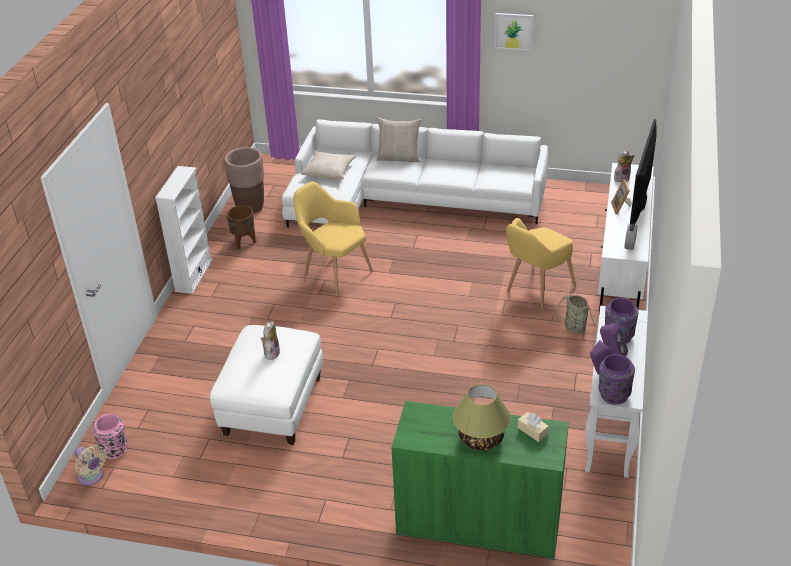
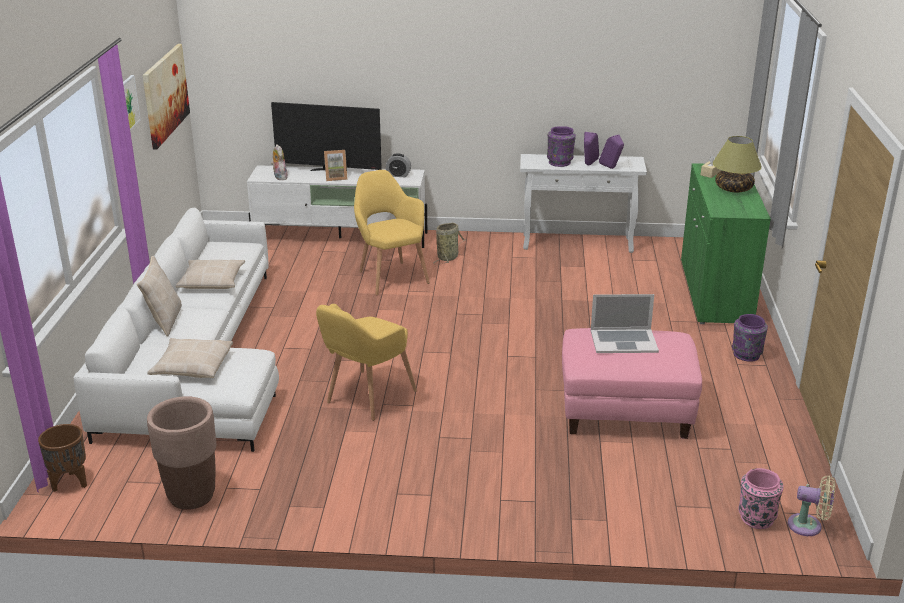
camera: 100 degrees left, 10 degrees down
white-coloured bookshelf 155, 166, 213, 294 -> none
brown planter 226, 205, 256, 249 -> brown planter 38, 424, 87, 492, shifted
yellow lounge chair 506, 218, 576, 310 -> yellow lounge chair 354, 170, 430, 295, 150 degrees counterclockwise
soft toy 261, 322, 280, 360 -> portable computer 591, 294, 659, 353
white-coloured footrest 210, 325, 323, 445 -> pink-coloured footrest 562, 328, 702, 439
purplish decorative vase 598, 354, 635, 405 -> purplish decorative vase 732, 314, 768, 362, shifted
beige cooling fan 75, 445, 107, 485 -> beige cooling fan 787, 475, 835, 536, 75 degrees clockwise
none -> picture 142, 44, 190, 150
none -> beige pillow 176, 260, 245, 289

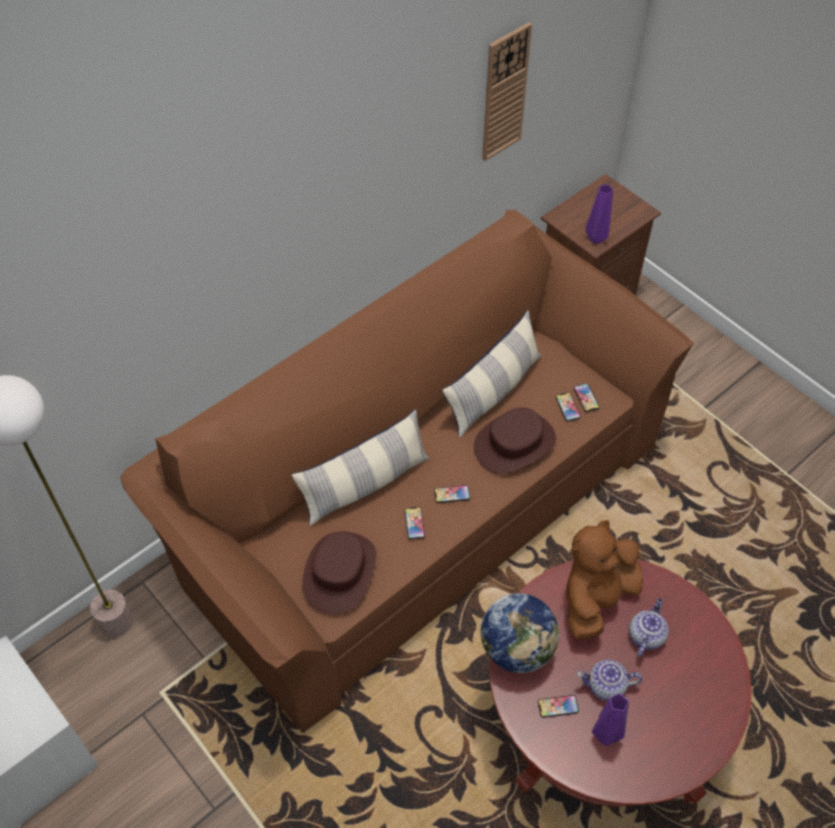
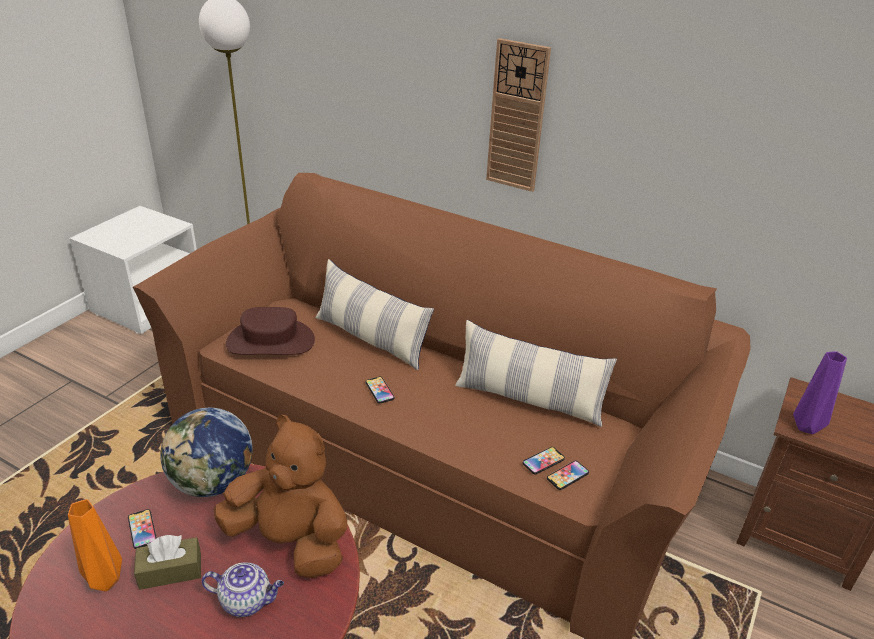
camera: 70 degrees right, 20 degrees down
hanging clock 482, 22, 532, 161 -> hanging clock 486, 38, 551, 192, shifted
brown hat 474, 407, 556, 474 -> none
handset 405, 507, 425, 540 -> none
tea pot 577, 660, 642, 701 -> brown tissue box 134, 535, 201, 590
purplish decorative vase 592, 693, 629, 746 -> orange-coloured decorative vase 68, 499, 122, 591

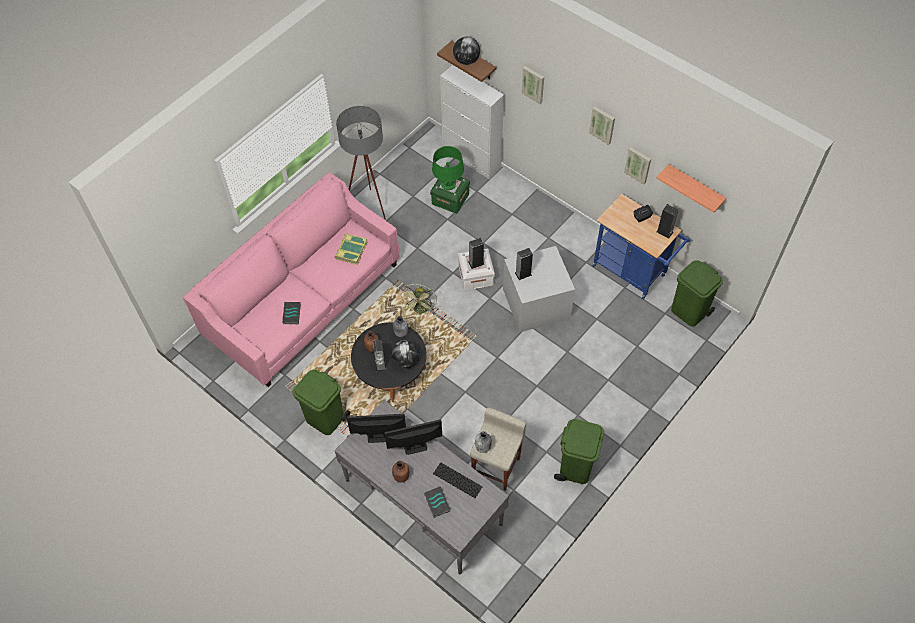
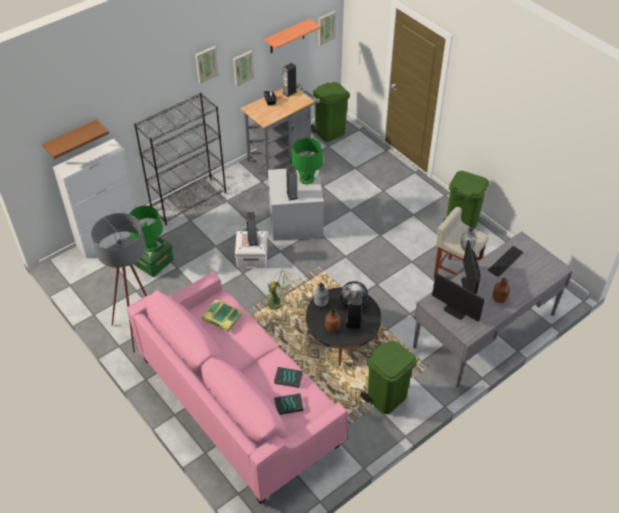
camera: 80 degrees left, 10 degrees down
world globe 453, 37, 480, 65 -> none
picture 521, 66, 544, 104 -> picture 318, 11, 336, 46, shifted
blue-coloured wheeled cart 593, 194, 690, 299 -> greyish wheeled cart 241, 84, 320, 178
computer screen 347, 414, 406, 443 -> computer screen 432, 273, 485, 322, 60 degrees counterclockwise
book 424, 486, 451, 518 -> book 274, 393, 303, 415, shifted
none -> blackish bookshelf 134, 93, 226, 225
none -> green-coloured table lamp 291, 138, 323, 185

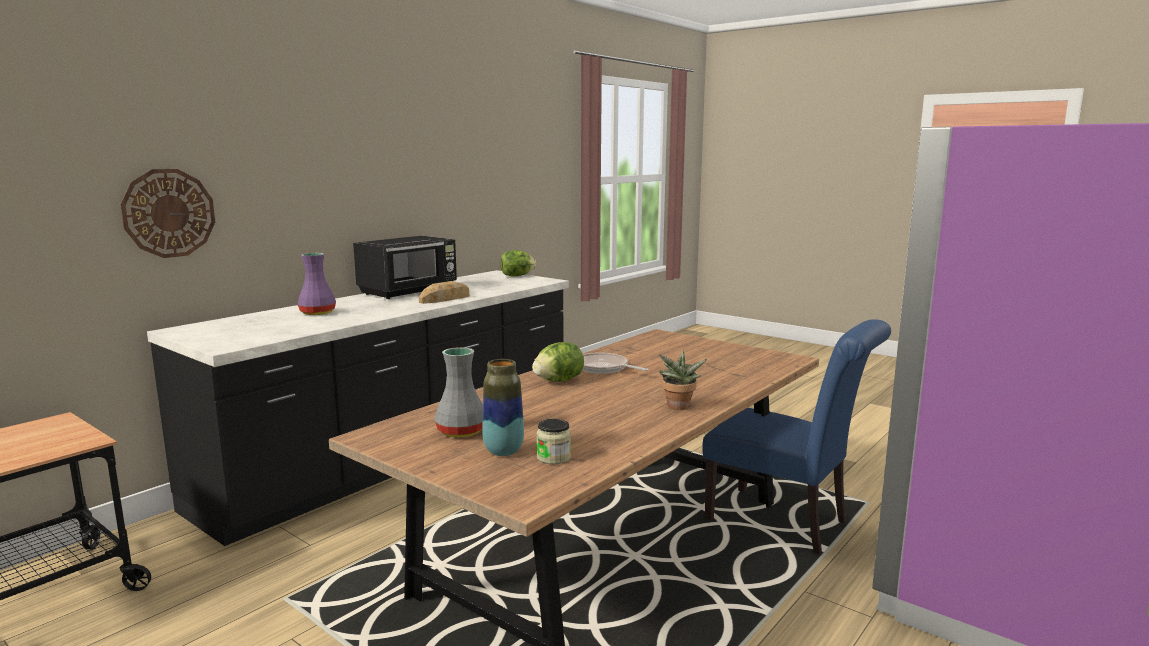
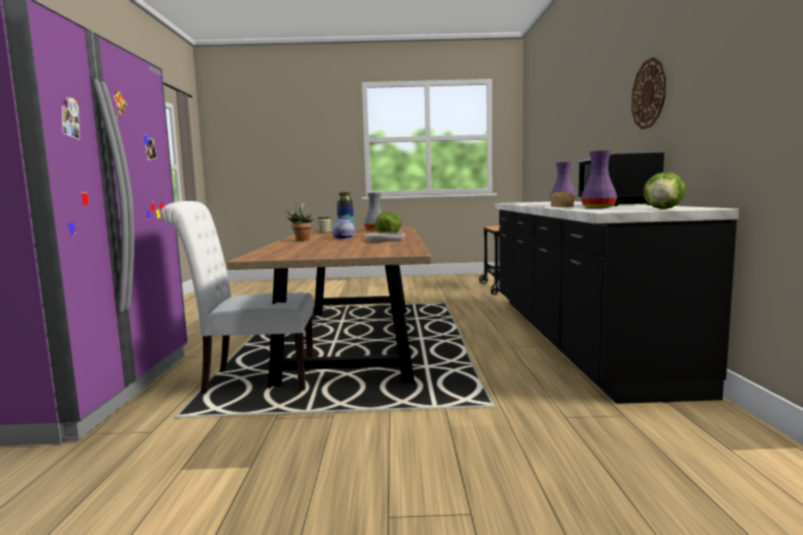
camera: 140 degrees right, 5 degrees down
hanging clock 120, 169, 215, 258 -> hanging clock 631, 57, 666, 129, shifted
blue-coloured chair 702, 319, 891, 554 -> white-coloured chair 161, 201, 314, 394
none -> purplish decorative vase 581, 150, 617, 208
none -> tea pot 332, 216, 355, 239

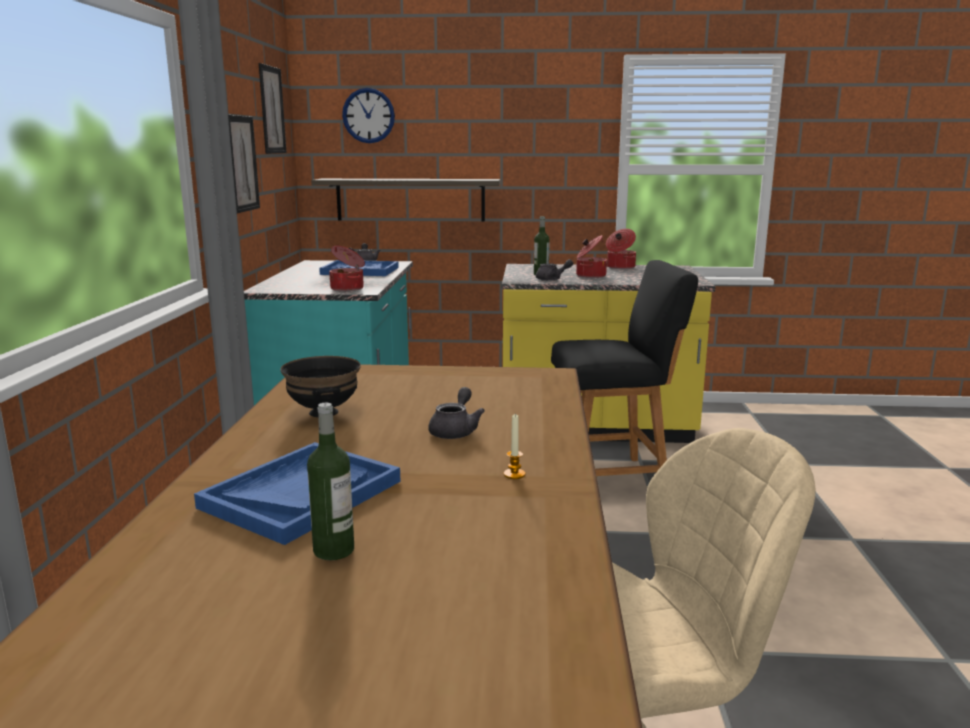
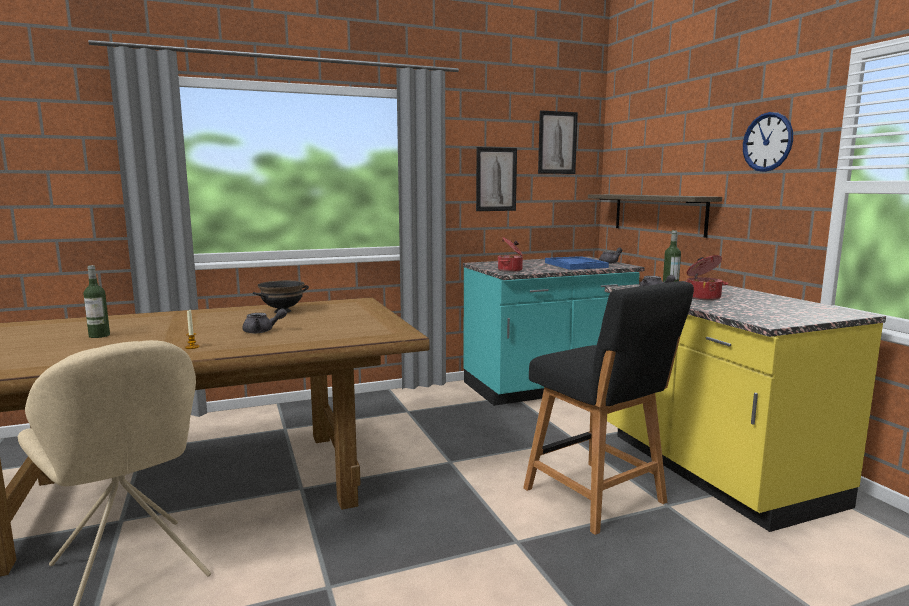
camera: 65 degrees right, 5 degrees down
hanging clock 342, 88, 395, 143 -> hanging clock 743, 112, 793, 172, shifted
saucepot 606, 229, 636, 269 -> none
blue-coloured tray 194, 442, 400, 545 -> none

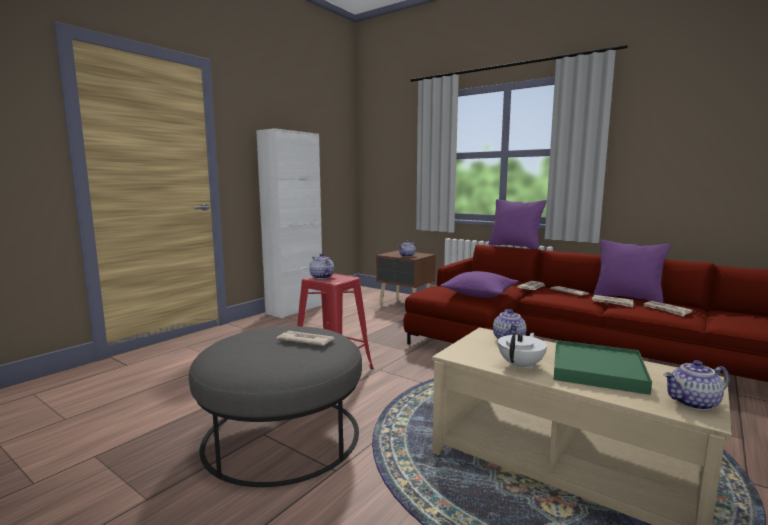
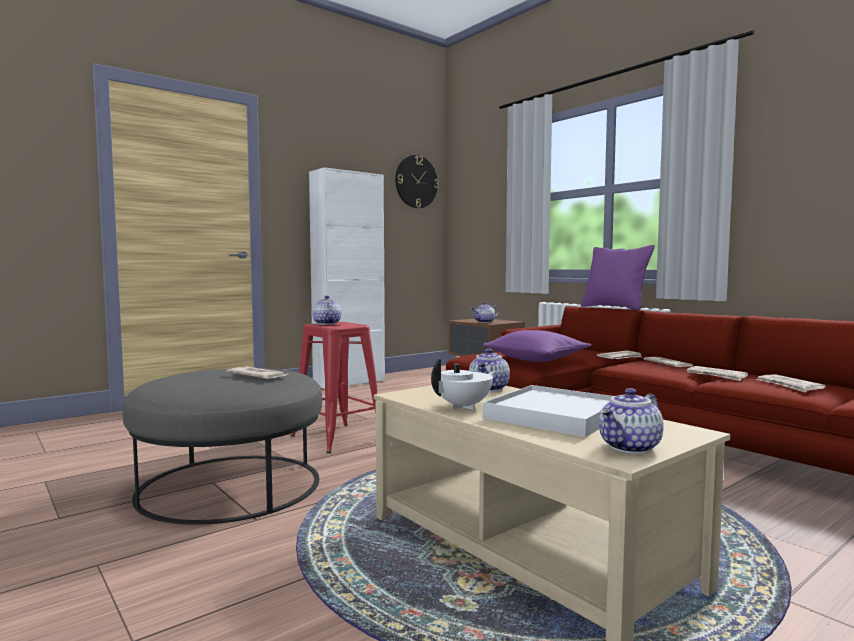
camera: 15 degrees right, 5 degrees down
purplish pillow 594, 240, 671, 303 -> none
green-coloured tray 553, 340, 652, 395 -> white-coloured tray 483, 385, 613, 437
tea pot 663, 360, 730, 411 -> tea pot 599, 388, 664, 454, 45 degrees counterclockwise
none -> hanging clock 395, 155, 439, 208

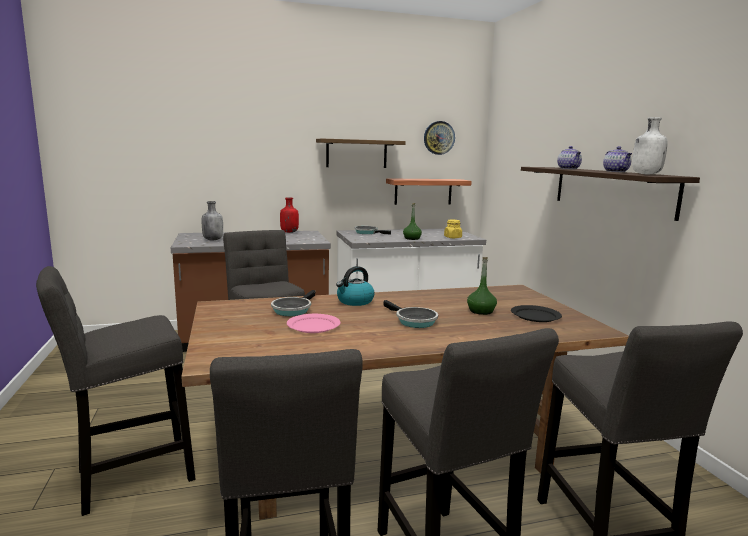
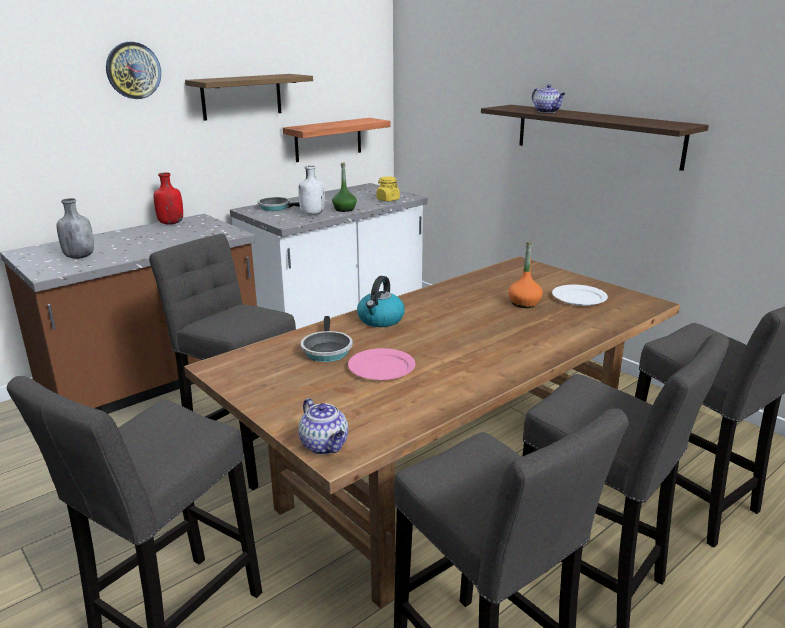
camera: 25 degrees left, 10 degrees up
white-coloured bottle 632, 117, 668, 174 -> white-coloured bottle 298, 165, 325, 215, shifted
hanging clock 424, 121, 455, 155 -> hanging clock 106, 42, 161, 99, shifted
tea pot 603, 146, 632, 172 -> tea pot 298, 398, 348, 455, shifted
green-coloured bottle 467, 257, 497, 315 -> orange-coloured bottle 508, 242, 543, 308
pan 383, 300, 438, 328 -> none
blackish dinner plate 511, 305, 562, 322 -> white-coloured dinner plate 552, 285, 608, 306

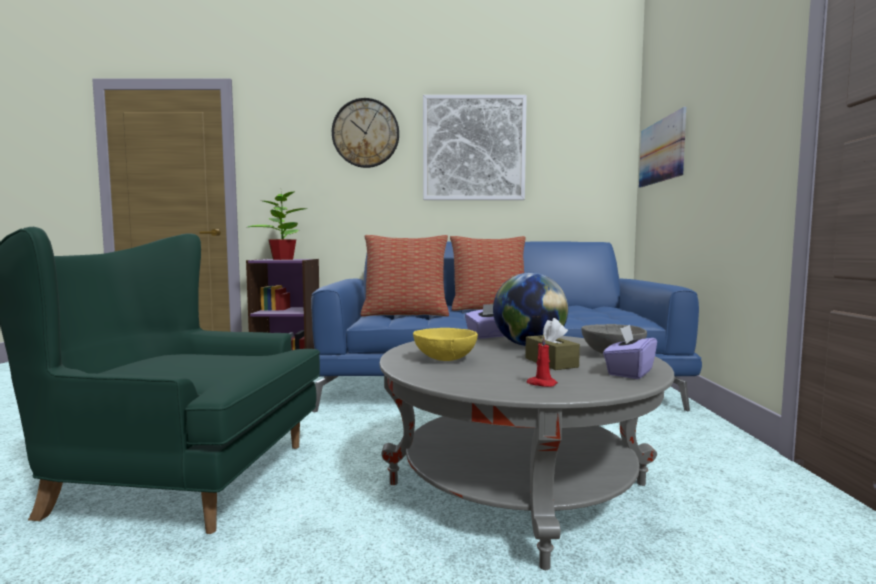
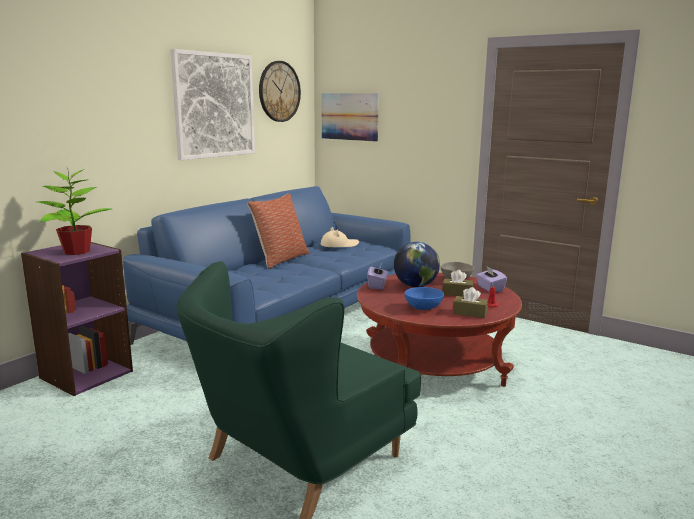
camera: 55 degrees left, 10 degrees up
hanging clock 332, 98, 399, 168 -> hanging clock 259, 61, 301, 122, shifted
pillow 361, 235, 449, 317 -> none
yellow bowl 413, 328, 478, 361 -> blue-coloured bowl 404, 287, 444, 310
greyish low table 379, 336, 674, 570 -> red low table 357, 273, 522, 387
none -> beige hat 321, 227, 359, 247
none -> brown tissue box 453, 287, 488, 318

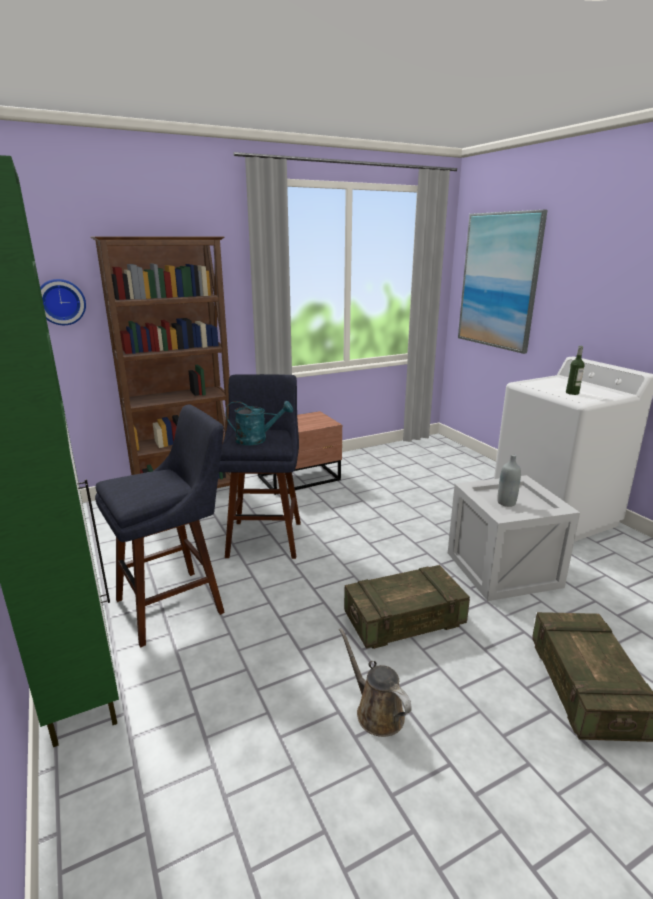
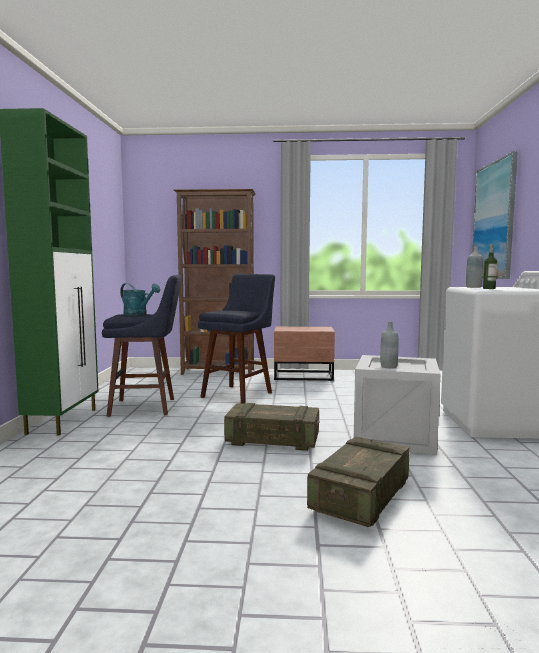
camera: 30 degrees right, 15 degrees down
hanging clock 40, 279, 86, 325 -> none
turquoise watering pot 226, 401, 293, 445 -> turquoise watering pot 120, 283, 160, 316, shifted
brown watering pot 339, 628, 412, 737 -> none
none -> greyish bottle 466, 246, 483, 288

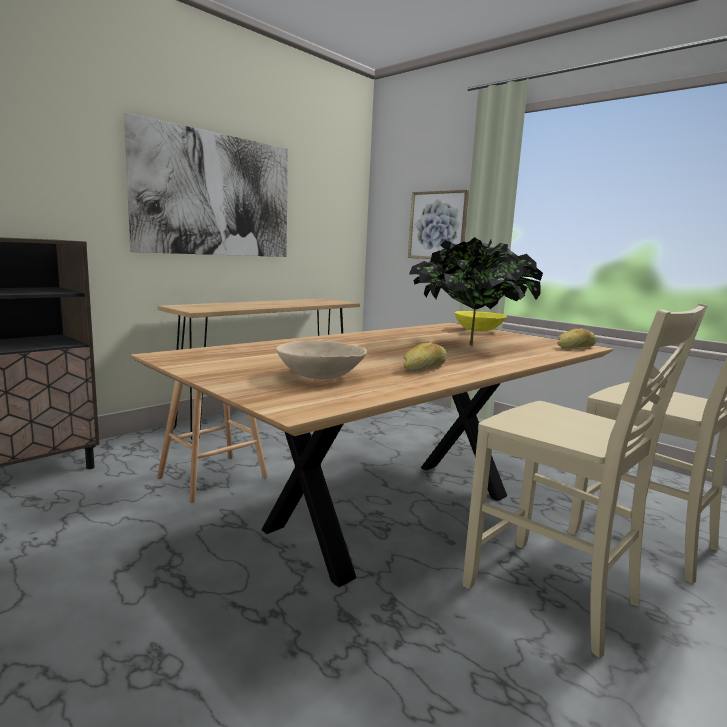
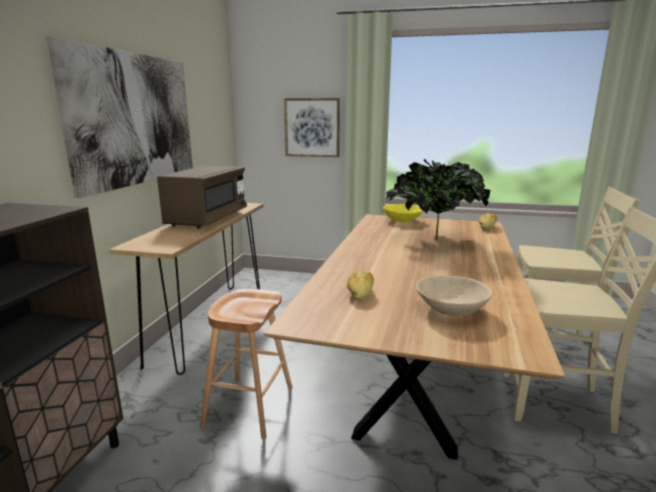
camera: 30 degrees left, 5 degrees up
bakery bread 403, 342, 447, 372 -> bakery bread 347, 269, 374, 301, shifted
none -> brown microwave 157, 166, 247, 228

